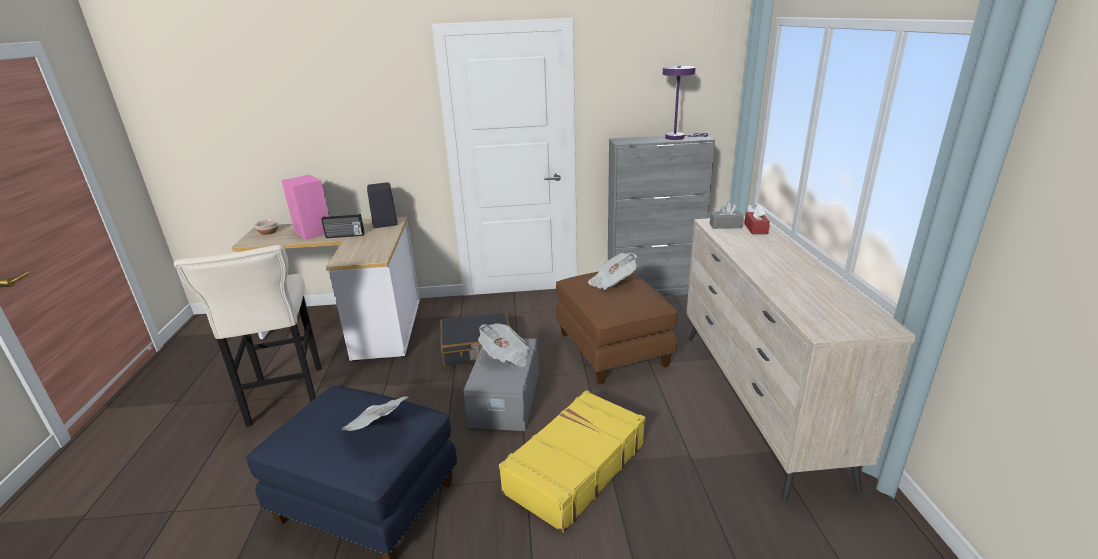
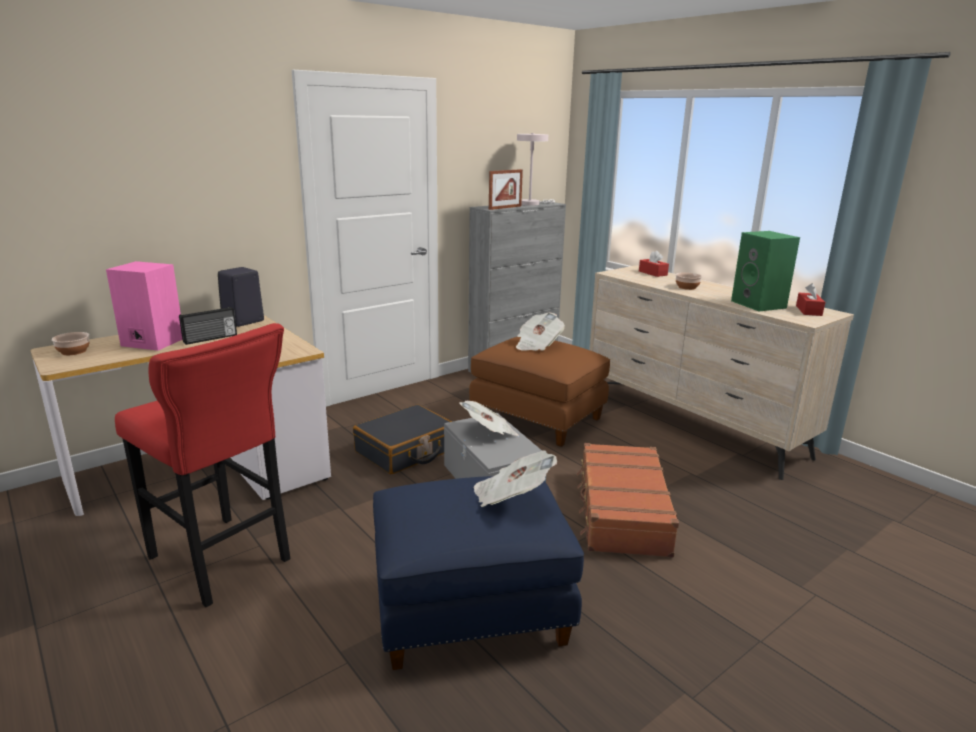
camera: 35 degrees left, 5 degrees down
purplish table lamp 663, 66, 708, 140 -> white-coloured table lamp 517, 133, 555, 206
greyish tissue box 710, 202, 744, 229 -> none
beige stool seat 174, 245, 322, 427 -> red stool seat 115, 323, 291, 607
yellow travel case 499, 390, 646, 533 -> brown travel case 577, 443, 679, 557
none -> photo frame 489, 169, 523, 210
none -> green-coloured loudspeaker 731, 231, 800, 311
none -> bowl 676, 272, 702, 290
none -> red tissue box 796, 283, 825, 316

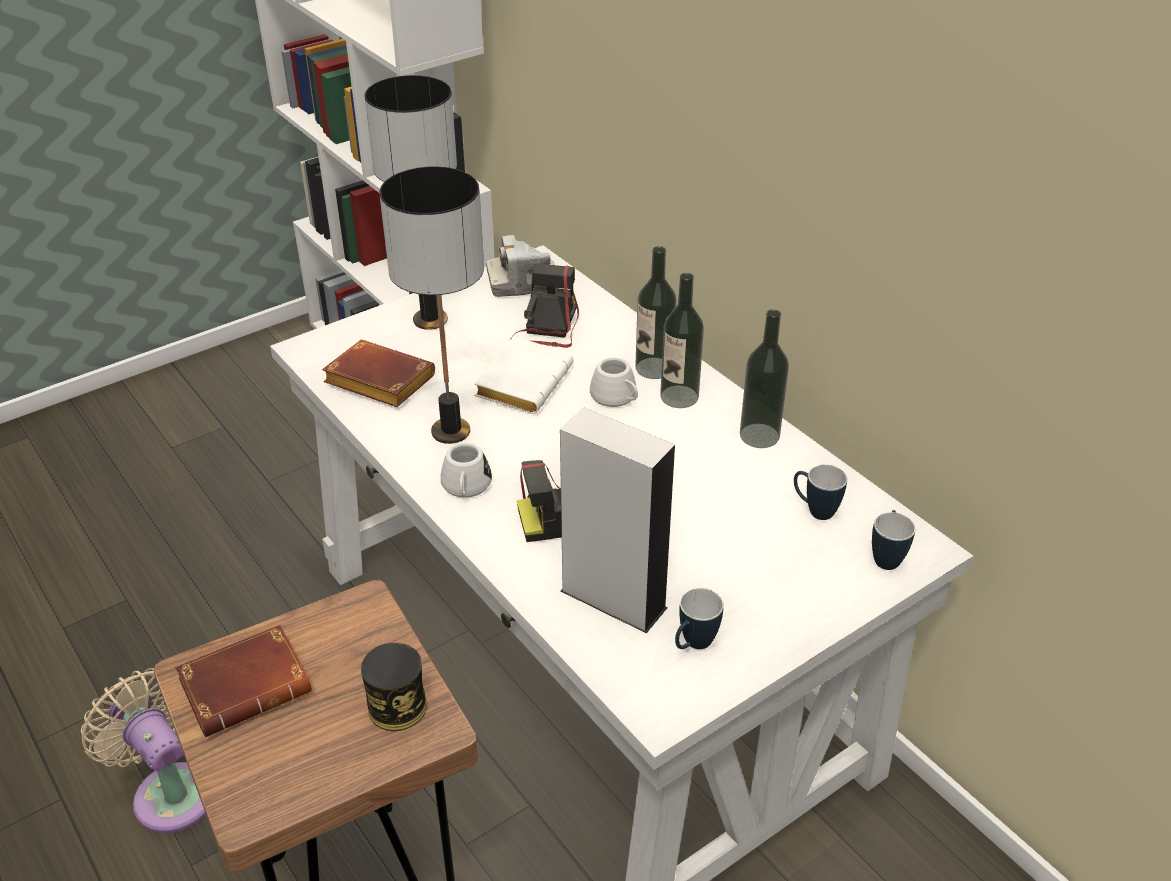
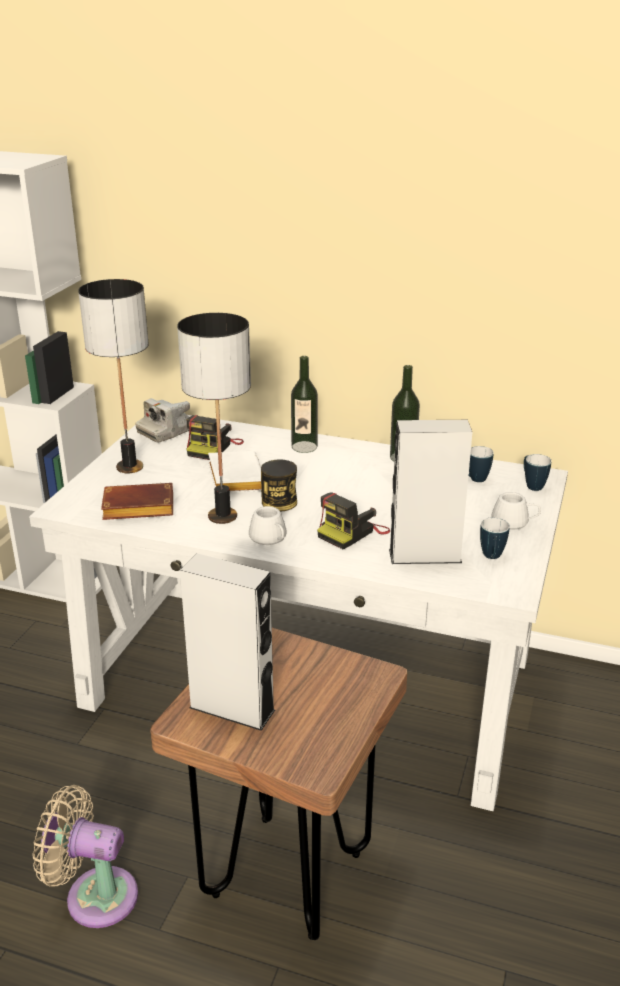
camera: 35 degrees left, 10 degrees down
photo camera 510, 263, 579, 348 -> photo camera 186, 415, 244, 460, 135 degrees counterclockwise
bottle 660, 273, 704, 408 -> none
white-coloured mug 590, 357, 638, 407 -> white-coloured mug 491, 492, 541, 530, shifted
brown book 175, 625, 312, 737 -> greyish loudspeaker 180, 553, 275, 731
can 361, 643, 427, 731 -> can 261, 460, 297, 511, shifted

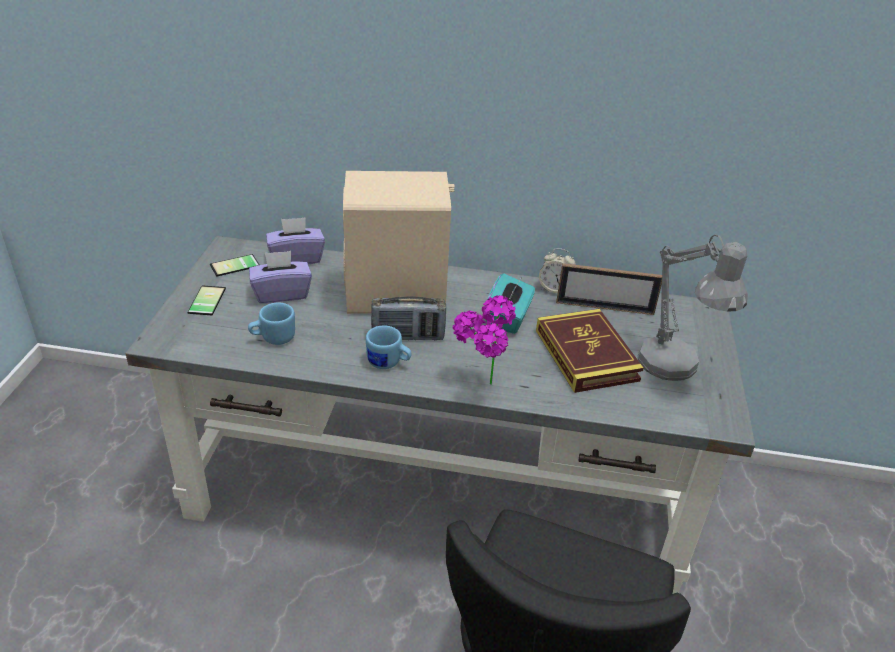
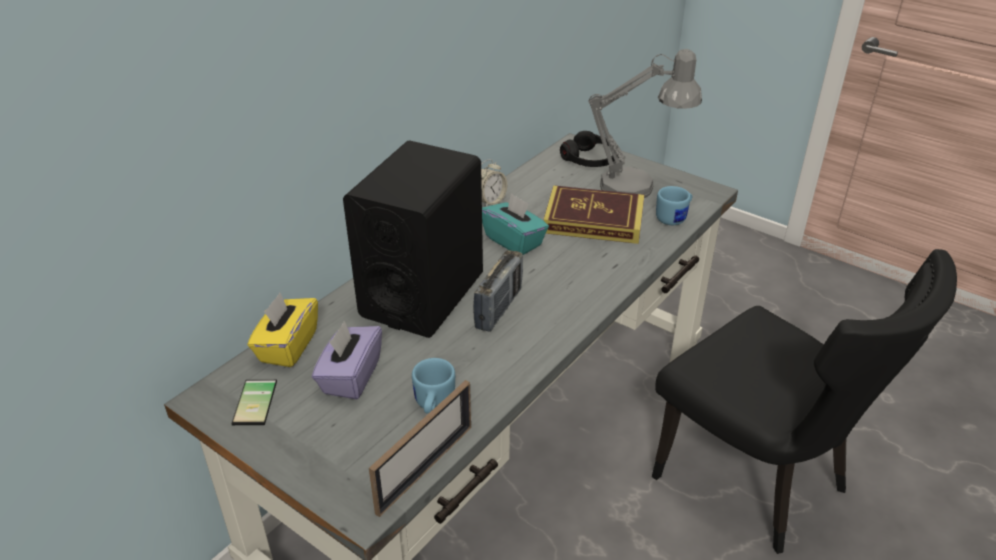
camera: 60 degrees left, 0 degrees up
beige loudspeaker 343, 171, 454, 314 -> blackish loudspeaker 343, 140, 483, 338
purplish tissue box 266, 217, 325, 264 -> yellow tissue box 247, 293, 318, 367
photo frame 556, 263, 662, 315 -> photo frame 369, 380, 471, 517, shifted
handset 188, 285, 226, 316 -> none
plant in a pot 453, 295, 516, 384 -> none
blue-coloured mug 366, 325, 412, 369 -> blue-coloured mug 656, 186, 692, 225, shifted
none -> blackish pair of headphones 560, 131, 620, 167

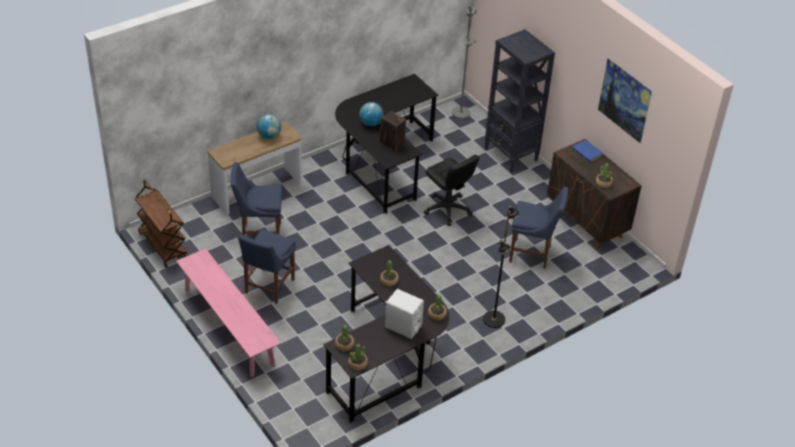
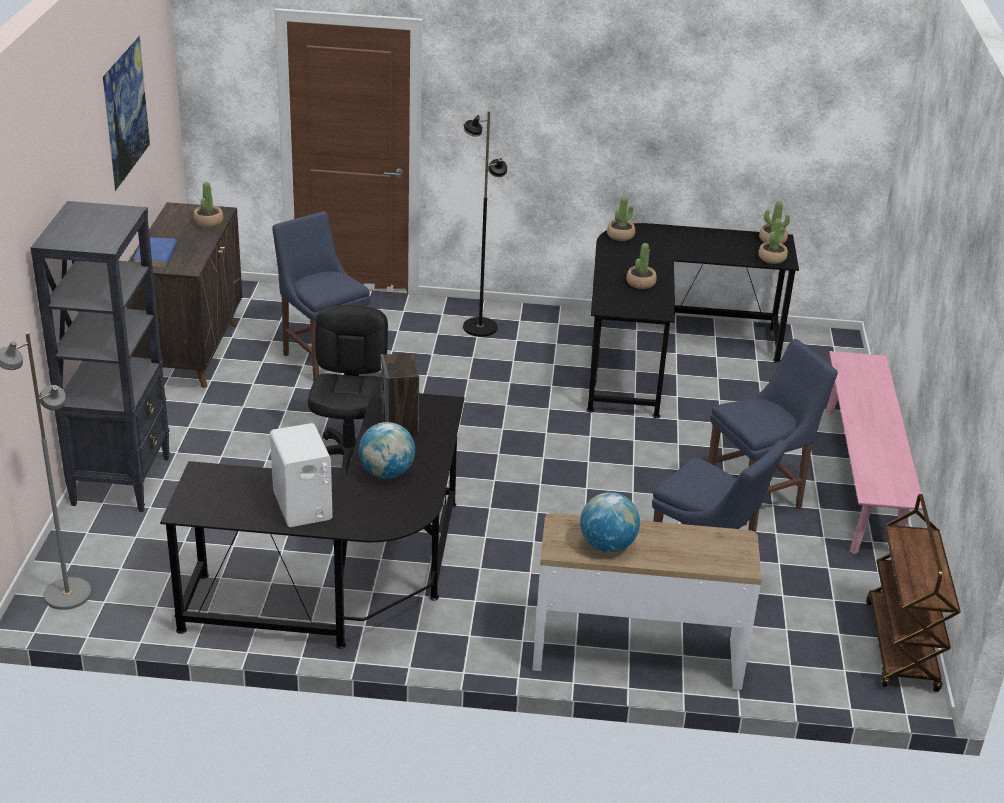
camera: 140 degrees left, 10 degrees down
white-coloured loudspeaker 385, 289, 424, 339 -> white-coloured loudspeaker 270, 423, 333, 527, shifted

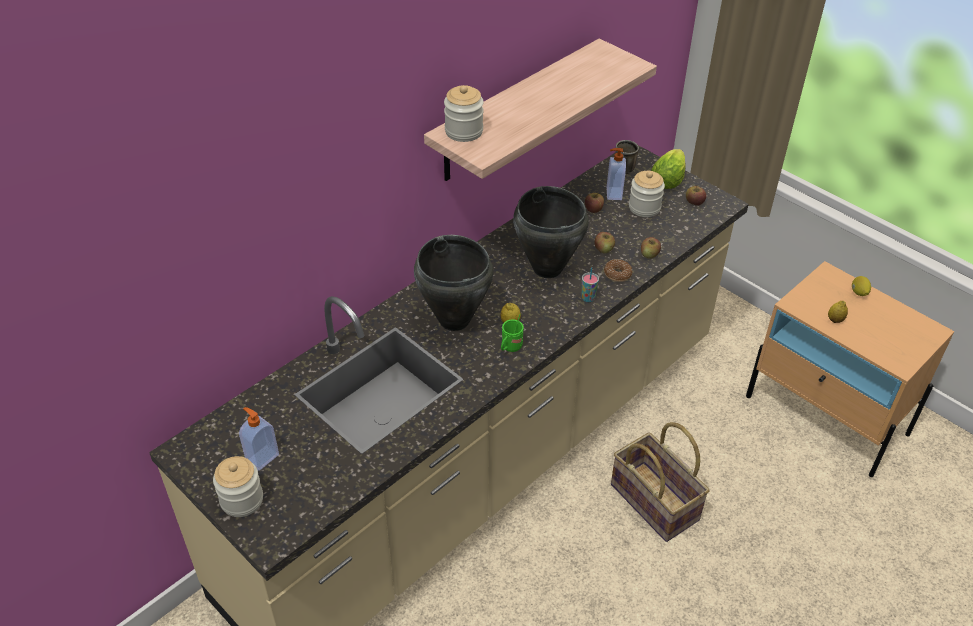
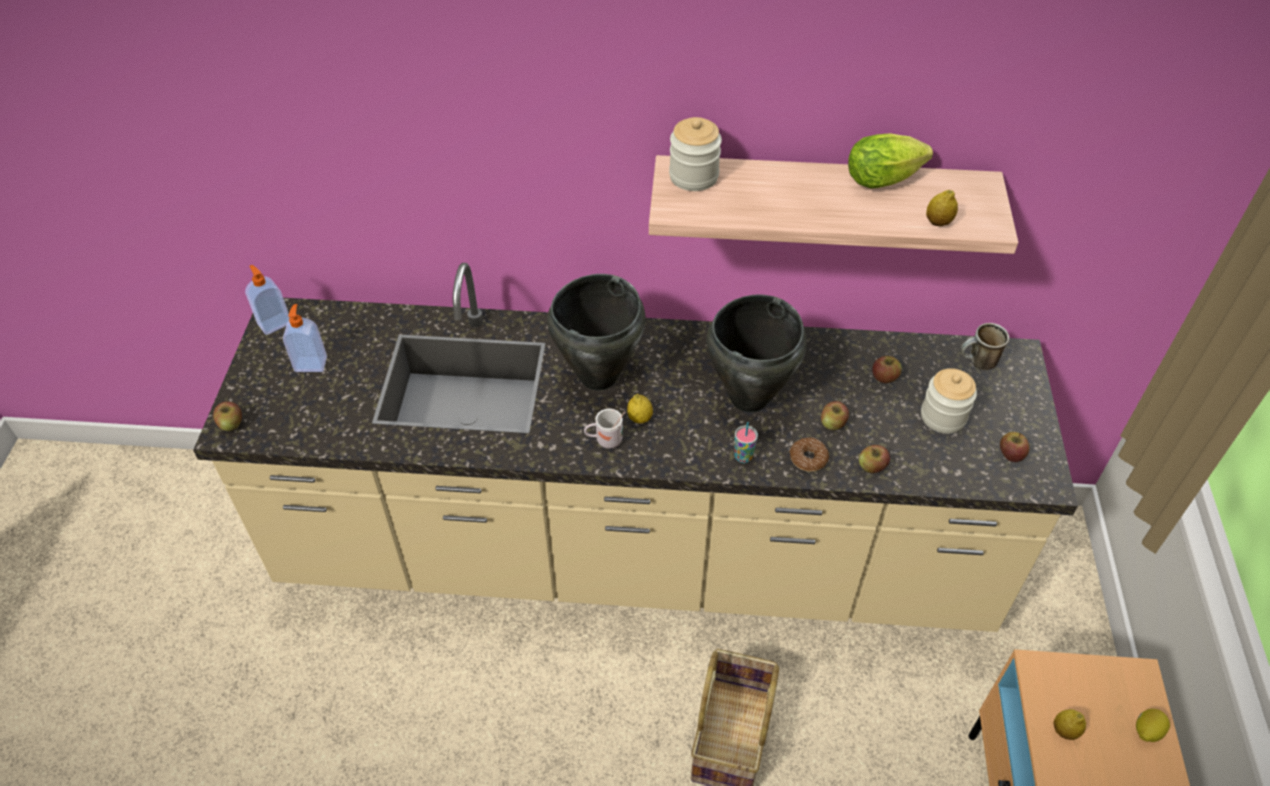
camera: 50 degrees right, 5 degrees up
soap bottle 607, 148, 626, 200 -> soap bottle 245, 265, 290, 335, shifted
head of lettuce 651, 149, 686, 189 -> head of lettuce 848, 133, 933, 188, shifted
green-coloured mug 501, 314, 524, 352 -> white-coloured mug 584, 409, 625, 449
preserve jar 213, 456, 263, 517 -> none
none -> lemon 926, 190, 958, 226
none -> whole apple 213, 401, 242, 431

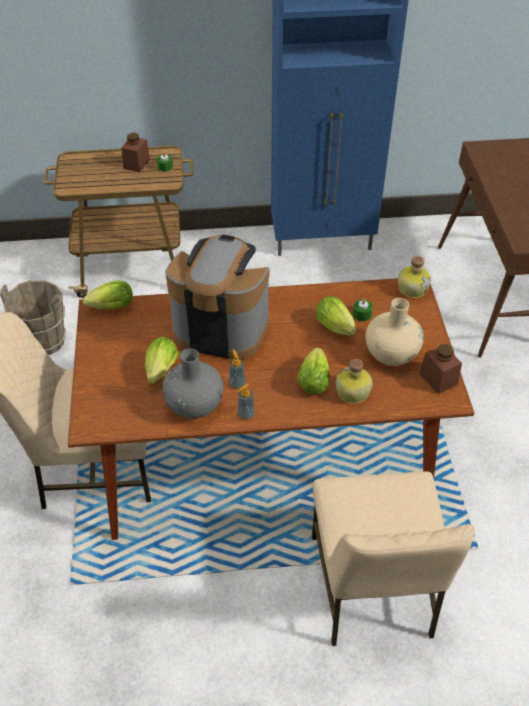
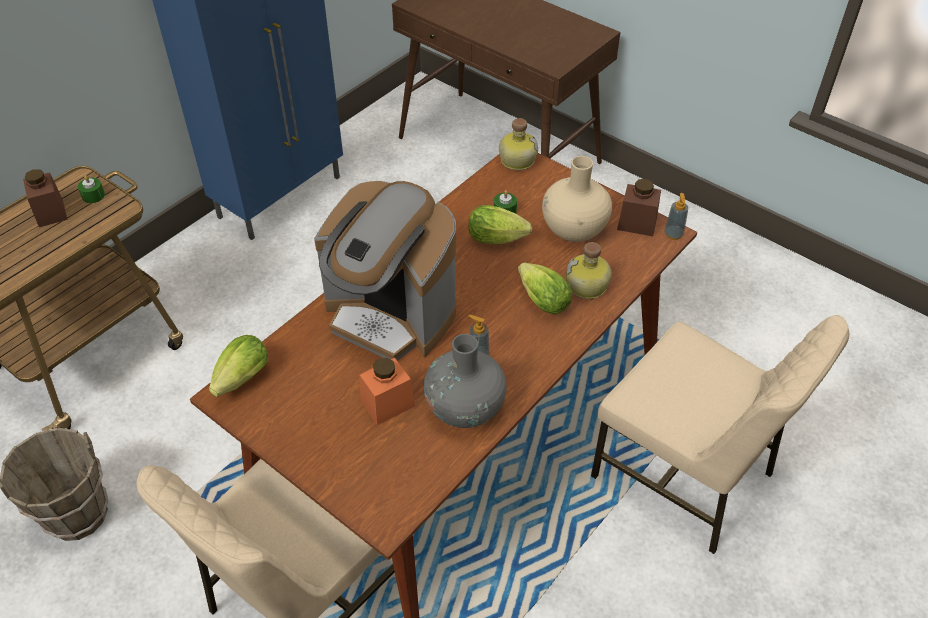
camera: 45 degrees left, 0 degrees up
coffee machine 165, 235, 270, 359 -> coffee machine 314, 181, 456, 361, 120 degrees counterclockwise
head of lettuce 145, 337, 179, 384 -> orange-coloured preserve jar 359, 358, 415, 425
soap bottle 238, 383, 255, 420 -> soap bottle 664, 193, 688, 240, shifted

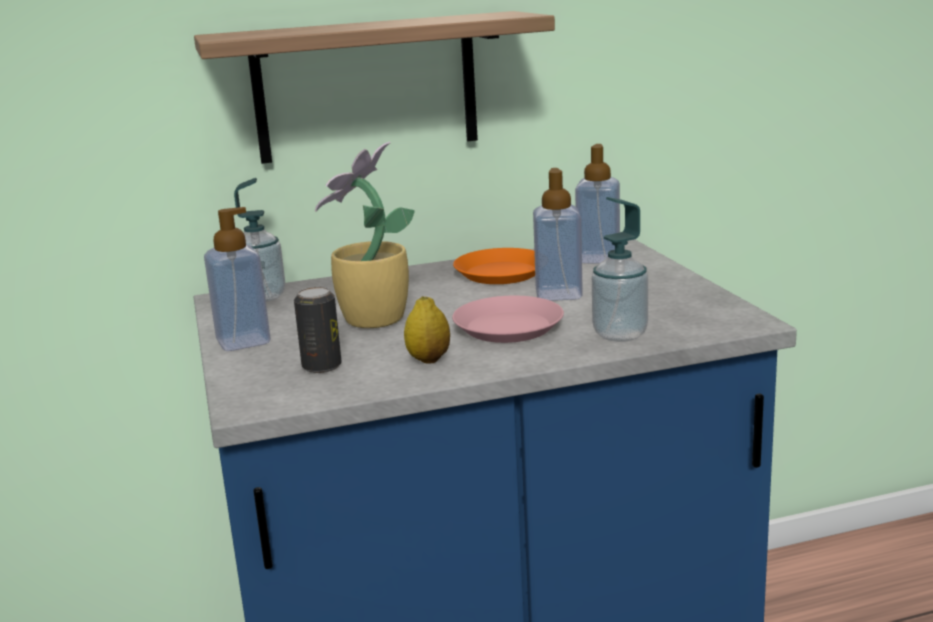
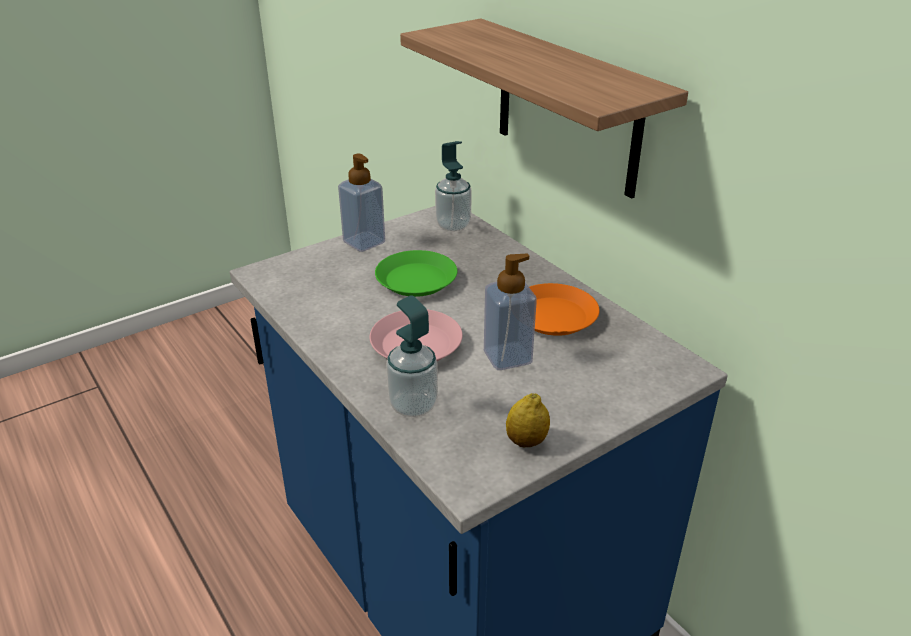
camera: 70 degrees right, 15 degrees up
plant in a pot 315, 142, 415, 328 -> green-coloured dinner plate 375, 250, 457, 297
soap bottle 575, 144, 620, 264 -> none
can 294, 287, 342, 373 -> none
lemon 404, 296, 450, 364 -> lemon 506, 393, 550, 447, shifted

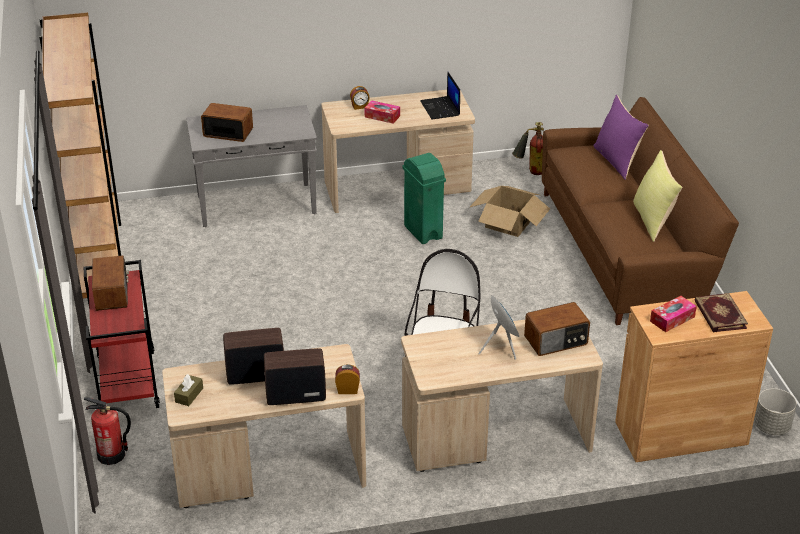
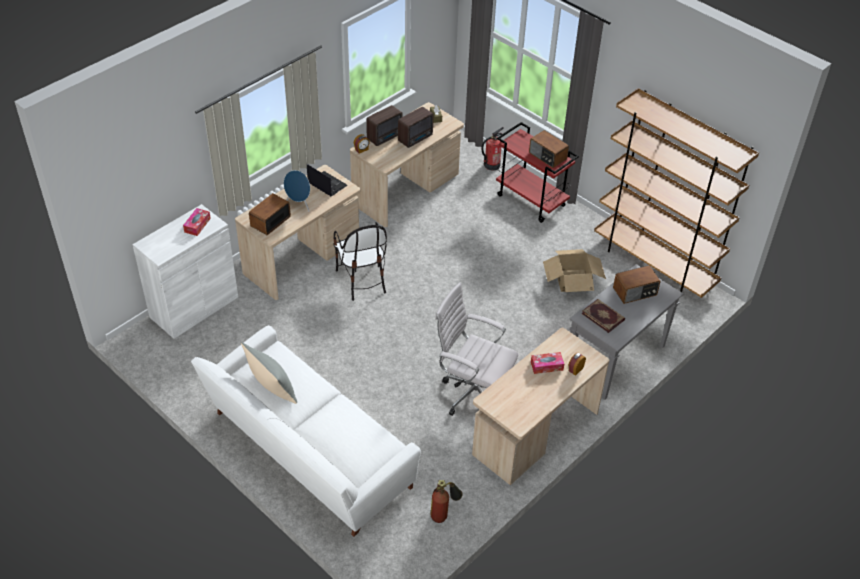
camera: 145 degrees right, 10 degrees up
portable computer 420, 71, 460, 119 -> portable computer 307, 164, 347, 196, shifted
purplish pillow 593, 95, 649, 180 -> none
brown sofa 542, 97, 739, 325 -> white-coloured sofa 191, 325, 421, 537
yellow pillow 633, 150, 682, 242 -> greyish pillow 241, 342, 297, 404
green-coloured trash can 403, 153, 446, 244 -> white-coloured desk chair 435, 282, 519, 416
packing box 469, 186, 550, 237 -> packing box 543, 249, 606, 292, shifted
brown storage cabinet 615, 291, 773, 462 -> white-coloured storage cabinet 132, 204, 238, 339
book 694, 293, 748, 332 -> book 582, 299, 625, 333, shifted
greyish planter 754, 388, 797, 435 -> none

